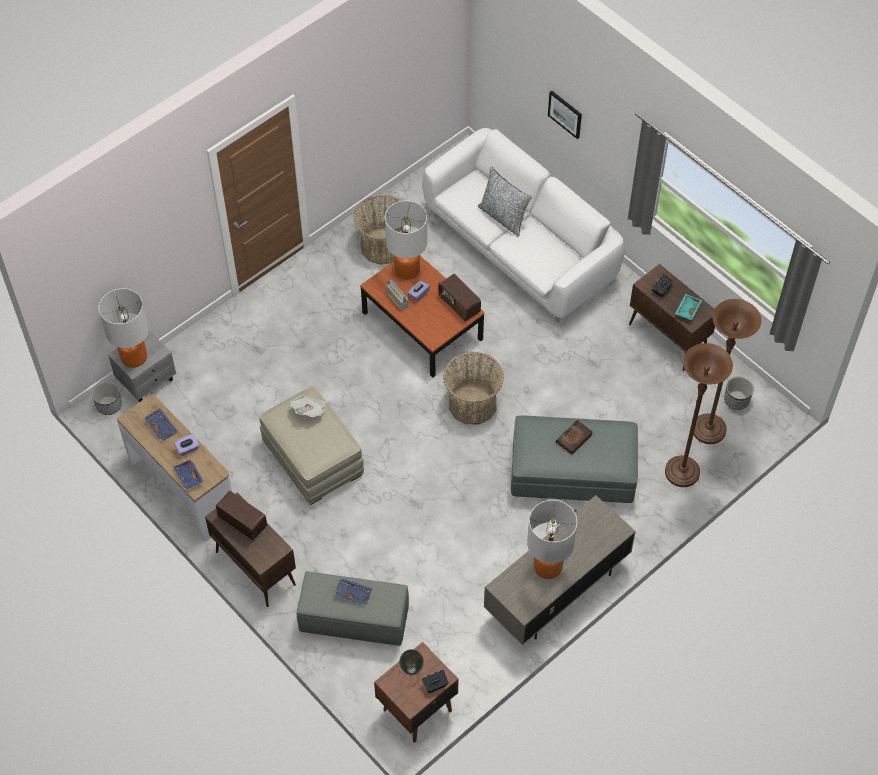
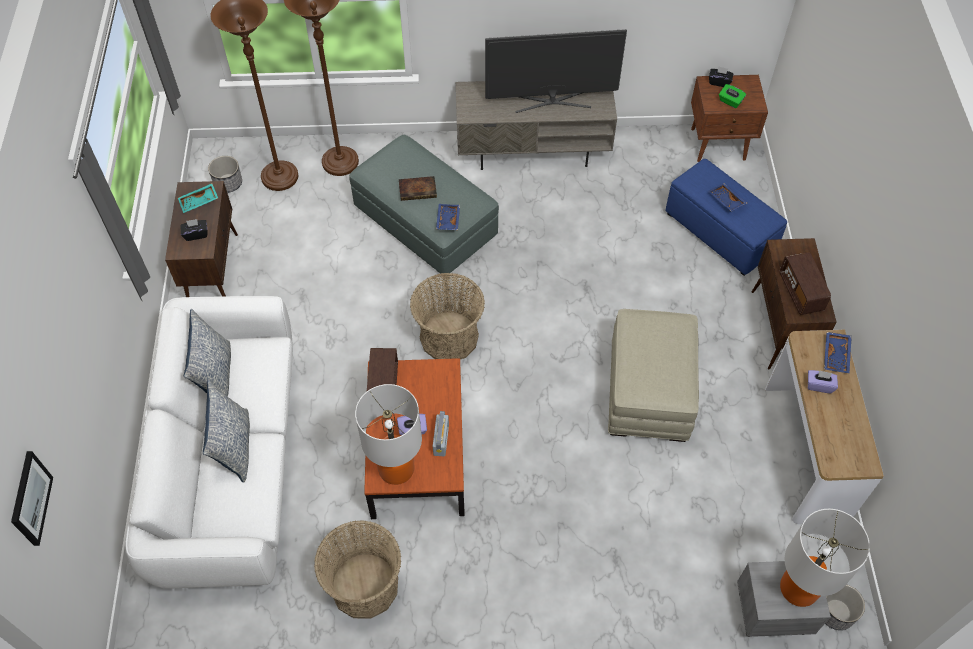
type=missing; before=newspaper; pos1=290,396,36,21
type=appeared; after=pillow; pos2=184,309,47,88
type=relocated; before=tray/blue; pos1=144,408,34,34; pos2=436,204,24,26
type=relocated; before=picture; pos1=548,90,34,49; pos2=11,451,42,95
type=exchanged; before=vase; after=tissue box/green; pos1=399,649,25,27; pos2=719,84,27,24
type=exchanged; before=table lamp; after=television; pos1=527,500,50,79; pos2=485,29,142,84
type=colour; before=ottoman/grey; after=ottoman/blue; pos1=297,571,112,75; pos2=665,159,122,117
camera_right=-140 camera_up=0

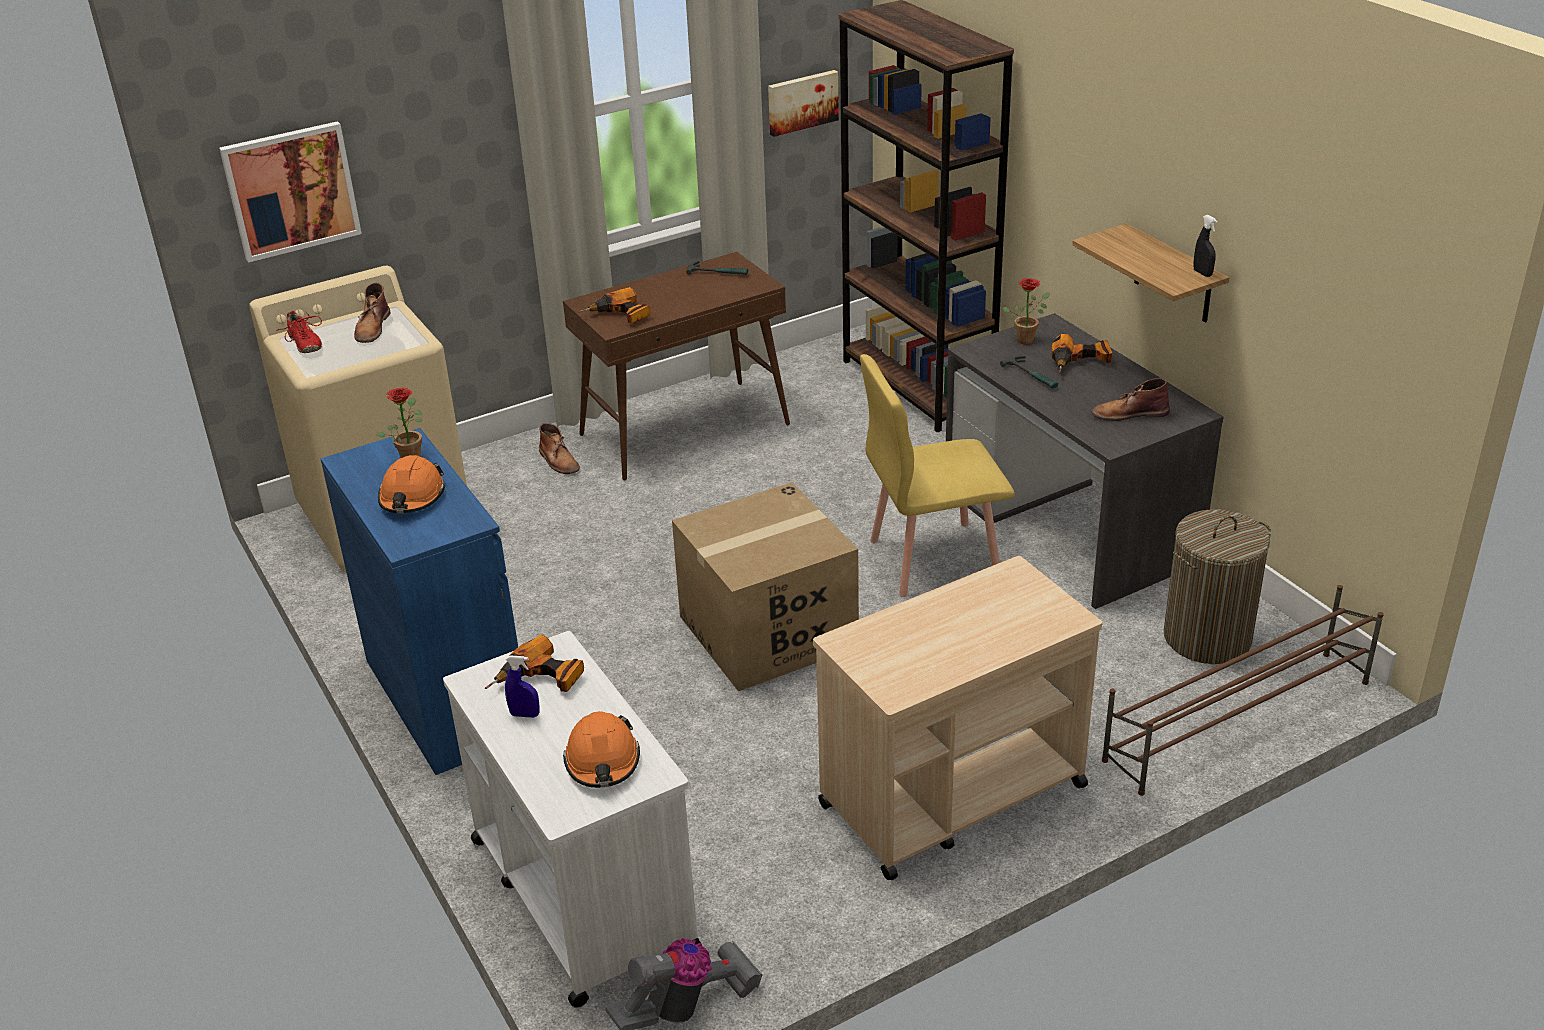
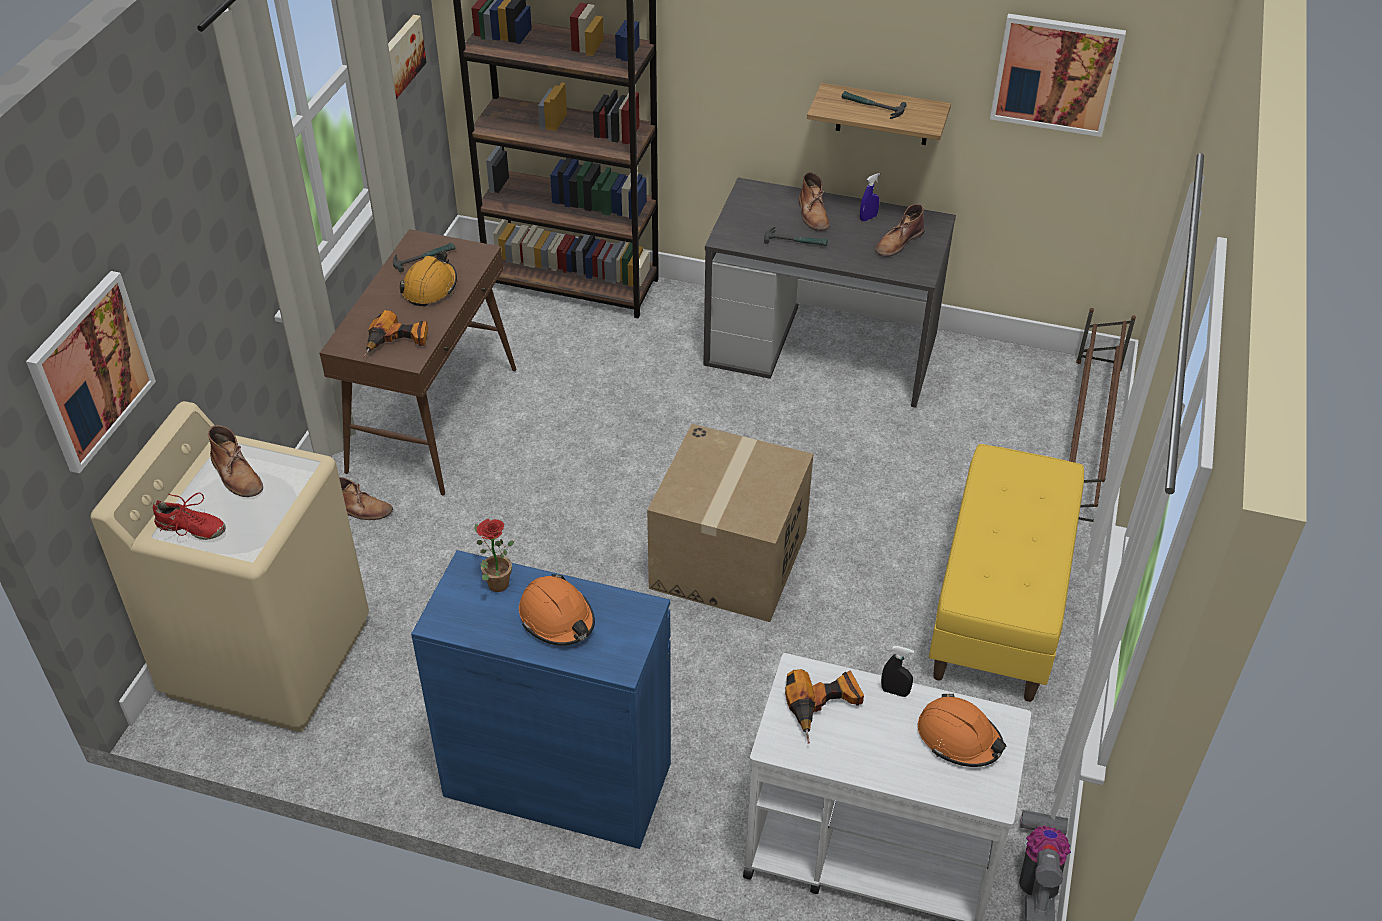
type=missing; before=chair/yellow; pos1=860,354,155,243
type=missing; before=potted plant; pos1=1002,278,48,67
type=missing; before=laundry basket; pos1=1164,509,107,155
type=appeared; after=hard hat/orange; pos2=399,251,58,55
type=appeared; after=hammer; pos2=842,91,65,28
type=appeared; after=picture; pos2=990,14,136,123
type=relocated; before=spray bottle/blue; pos1=505,655,35,63; pos2=860,173,20,48
type=relocated; before=spray bottle/black; pos1=1193,215,24,62; pos2=881,646,33,51
type=exchanged; before=cart/beige; after=bench/yellow; pos1=813,556,289,324; pos2=929,444,155,258
type=exchanged; before=power drill; after=boot/brown; pos1=1051,334,62,39; pos2=799,172,31,59
camera_right=-45 camera_up=10

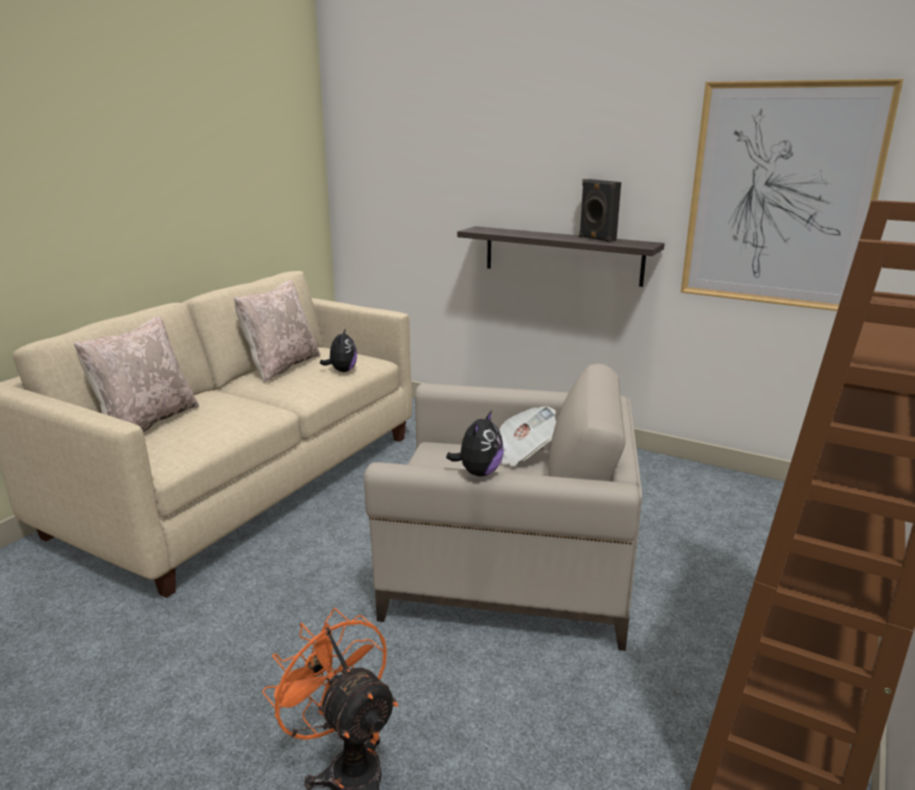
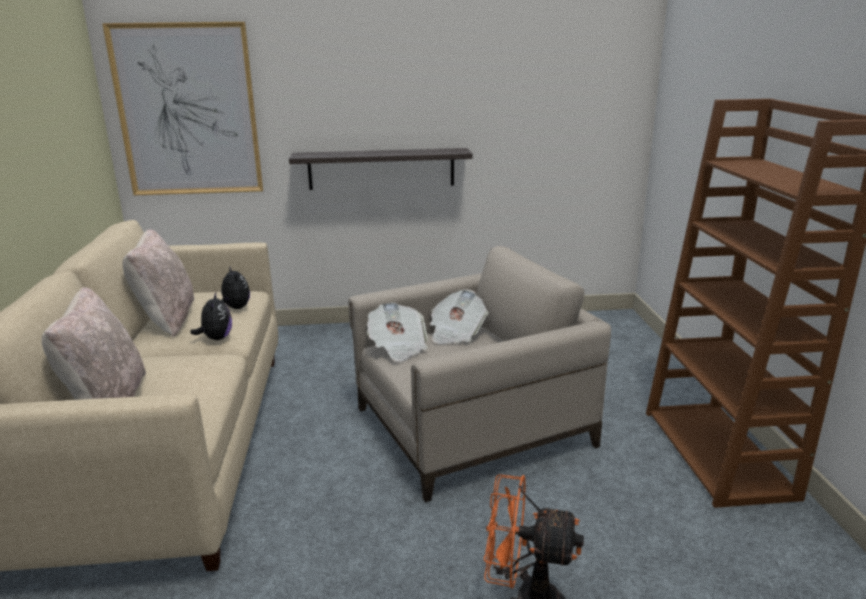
type=missing; before=speaker/black; pos1=579,179,42,63
type=appeared; after=newspaper; pos2=367,303,61,59
type=relocated; before=plush toy; pos1=446,410,58,67; pos2=190,293,42,47
type=relocated; before=picture; pos1=681,79,222,232; pos2=102,22,161,173
camera_right=-35 camera_up=0

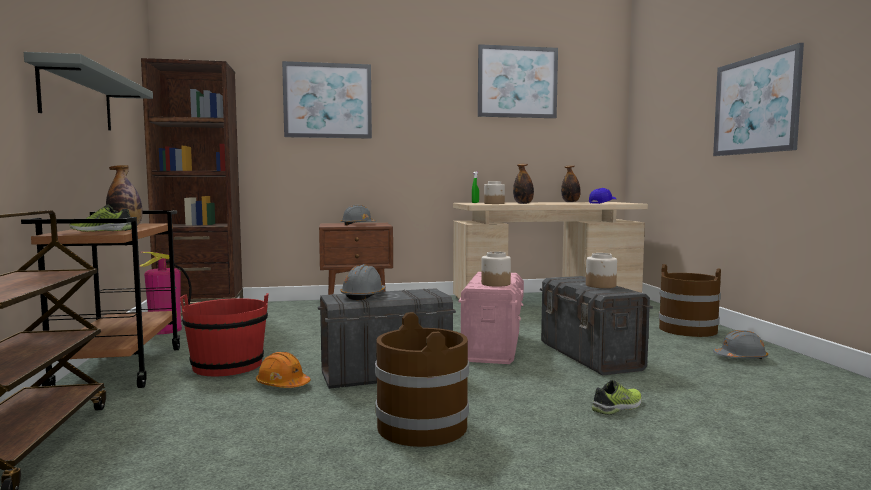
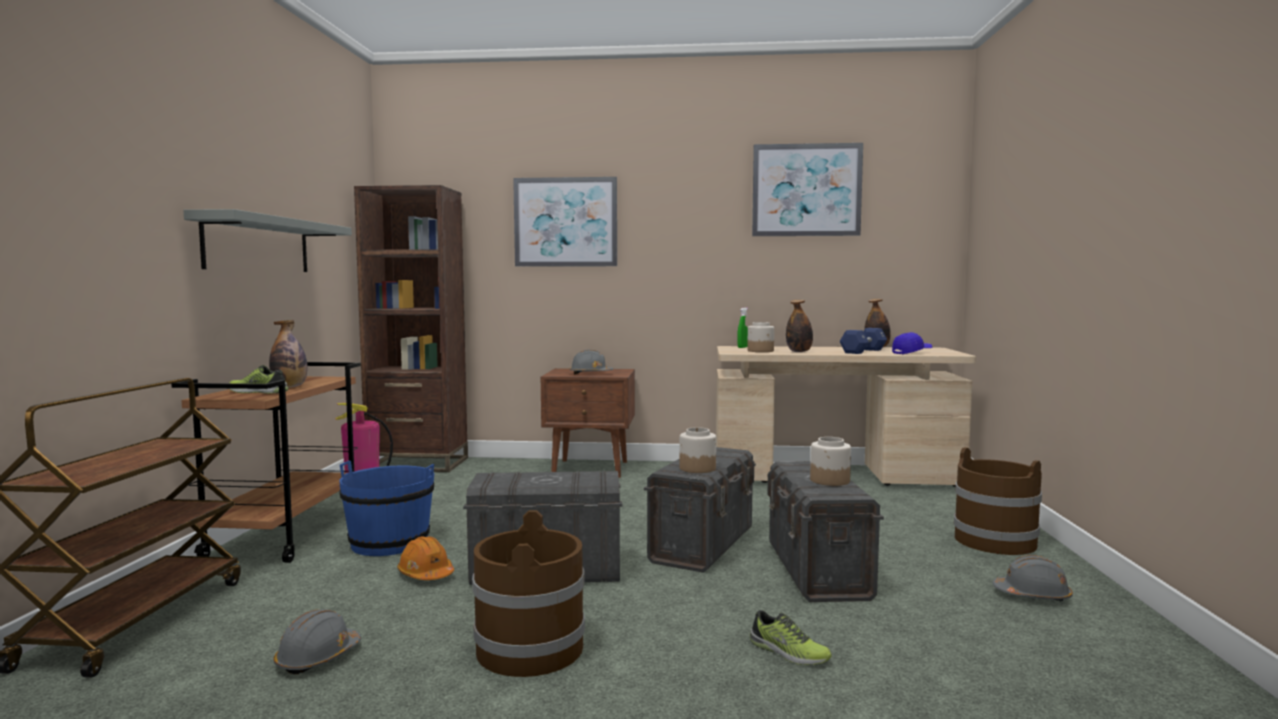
type=missing; before=picture; pos1=713,43,91,113
type=appeared; after=dumbbell/blue; pos2=839,328,48,26
type=relocated; before=hard hat/grey; pos1=340,264,46,36; pos2=273,610,88,64
type=colour; before=bucket/red; after=bucket/blue; pos1=180,293,89,83; pos2=339,461,95,95
type=colour; before=storage box/pink; after=storage box/grey; pos1=458,272,66,92; pos2=644,447,112,126
type=spun; before=shoe; pos1=592,380,50,35; pos2=750,610,81,55; turn=60
camera_right=15 camera_up=0

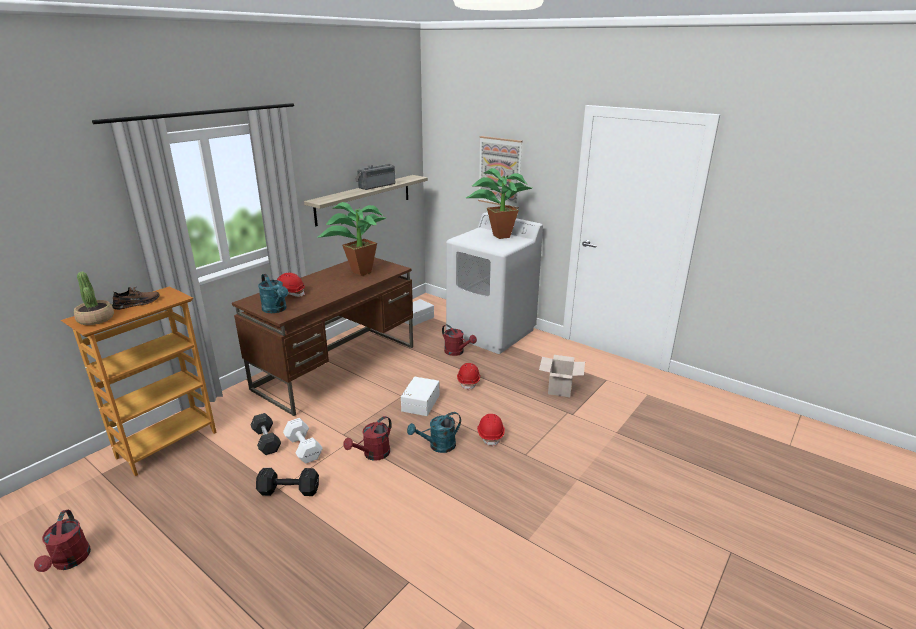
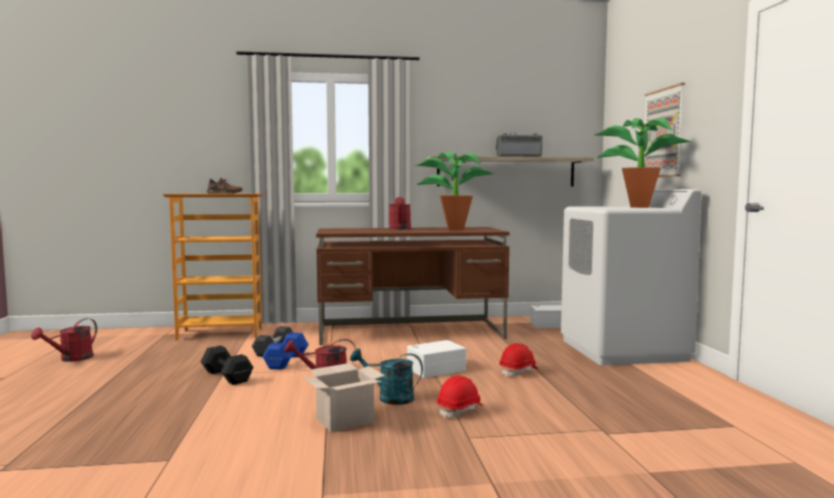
type=missing; before=potted plant; pos1=74,272,40,53
type=missing; before=watering can/turquoise; pos1=258,274,30,39
type=missing; before=hard hat/red; pos1=277,273,28,24
type=relocated; before=watering can/red; pos1=442,324,35,32; pos2=389,197,22,33
type=relocated; before=cardboard box; pos1=539,355,46,42; pos2=304,363,81,69
type=colour; before=dumbbell/white; after=dumbbell/blue; pos1=283,418,40,46; pos2=262,332,47,38
camera_right=45 camera_up=-20

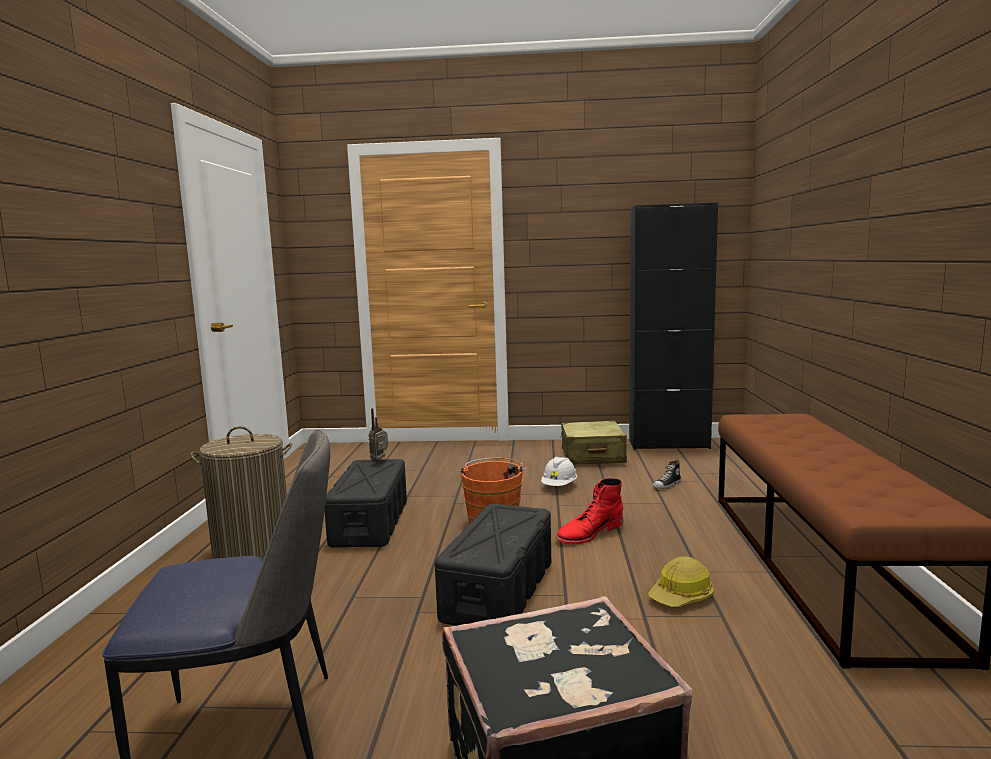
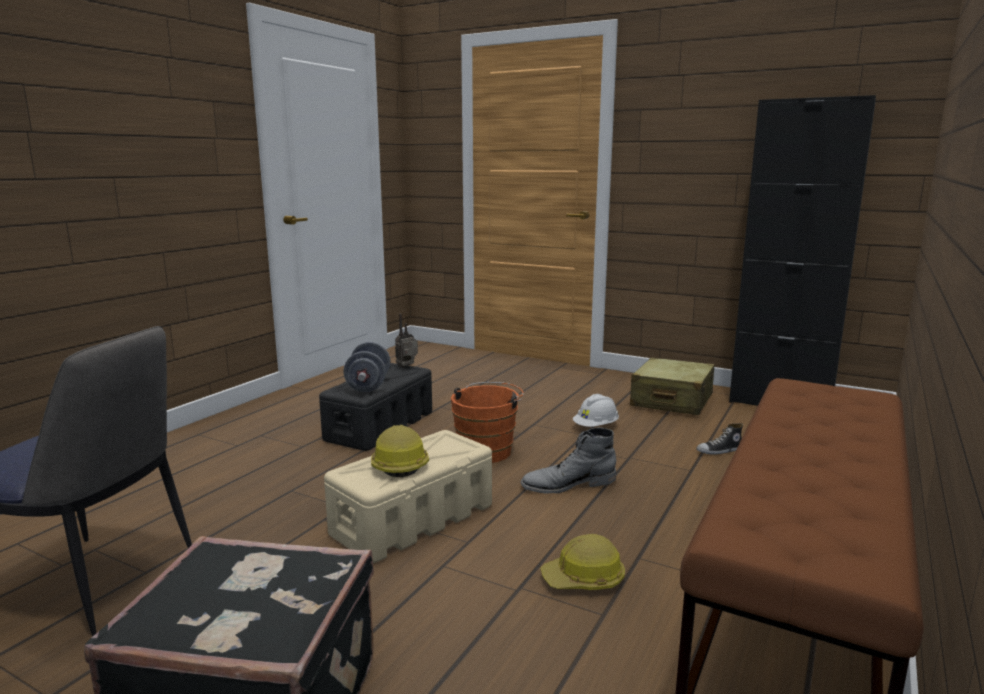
type=missing; before=laundry basket; pos1=190,426,103,133
type=appeared; after=dumbbell/grey; pos2=344,342,46,50
type=appeared; after=hard hat; pos2=371,425,58,53
type=colour; before=storage box/black; after=storage box/beige; pos1=435,504,116,122; pos2=324,430,168,133
type=colour; before=boot/red; after=boot/grey; pos1=555,478,68,66; pos2=521,427,95,67
camera_right=25 camera_up=5

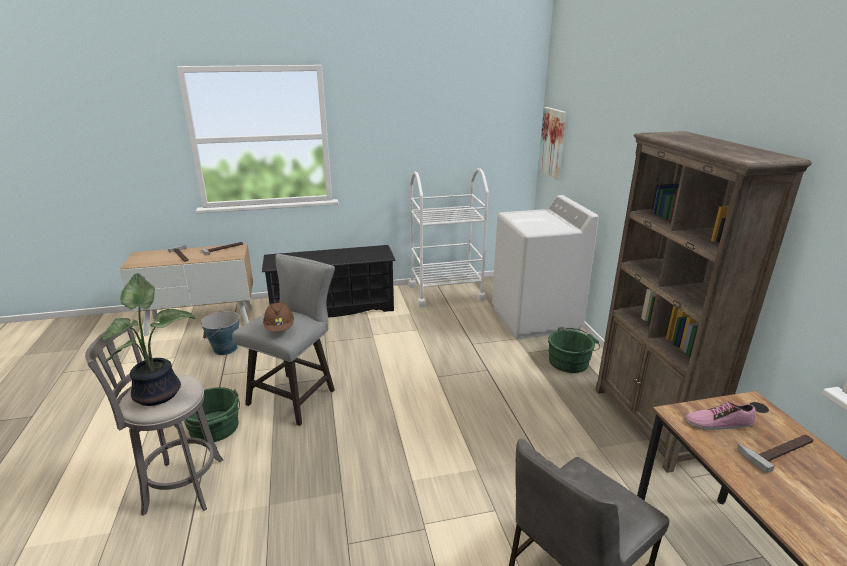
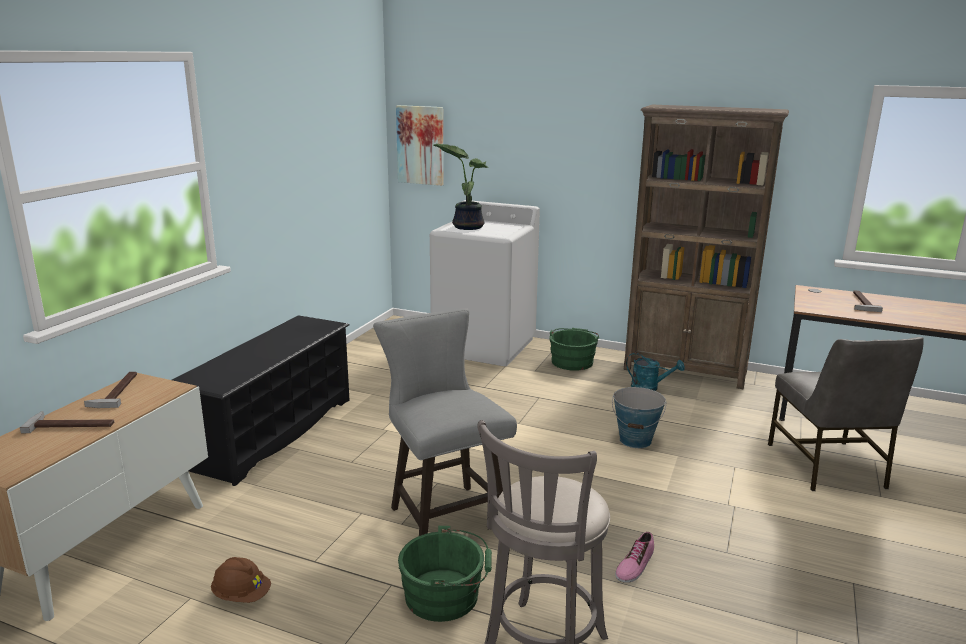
type=missing; before=cart/white; pos1=409,168,80,139
type=appeared; after=watering can/turquoise; pos2=626,353,59,38
type=relocated; before=potted plant; pos1=103,273,92,133; pos2=434,144,55,86
type=relocated; before=bucket; pos1=201,310,38,45; pos2=612,387,54,61
type=relocated; before=hard hat/brown; pos1=263,302,31,30; pos2=211,557,60,46
type=relocated; before=shoe; pos1=686,402,70,28; pos2=615,532,39,51
camera_right=-55 camera_up=-5

